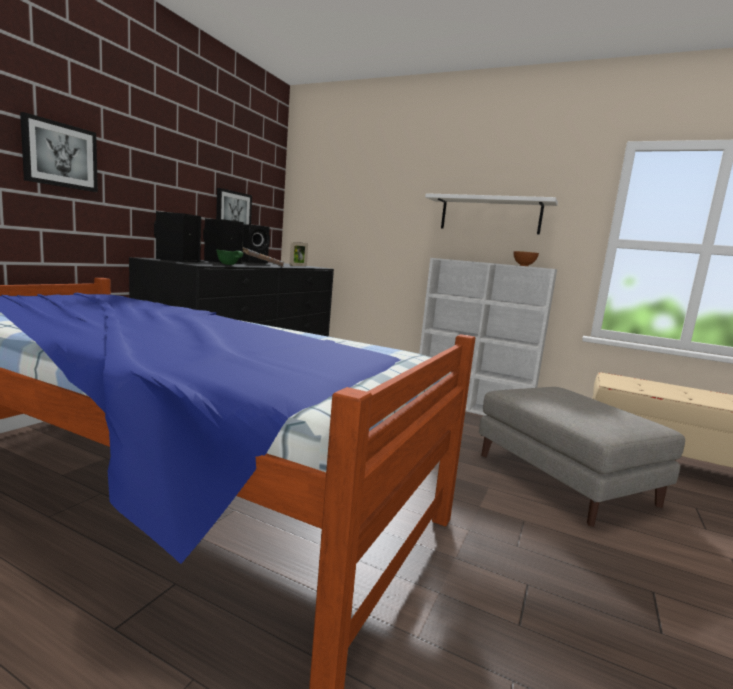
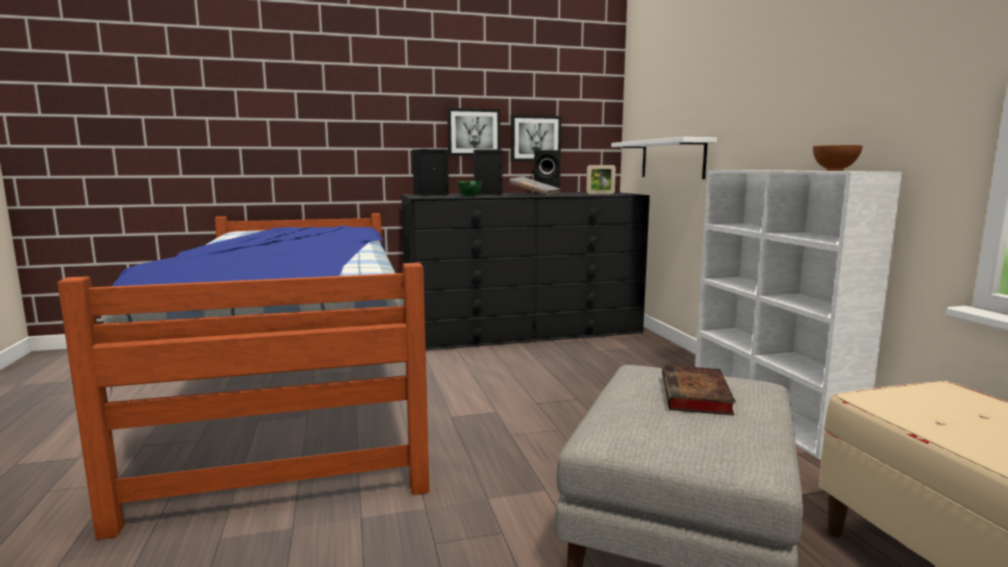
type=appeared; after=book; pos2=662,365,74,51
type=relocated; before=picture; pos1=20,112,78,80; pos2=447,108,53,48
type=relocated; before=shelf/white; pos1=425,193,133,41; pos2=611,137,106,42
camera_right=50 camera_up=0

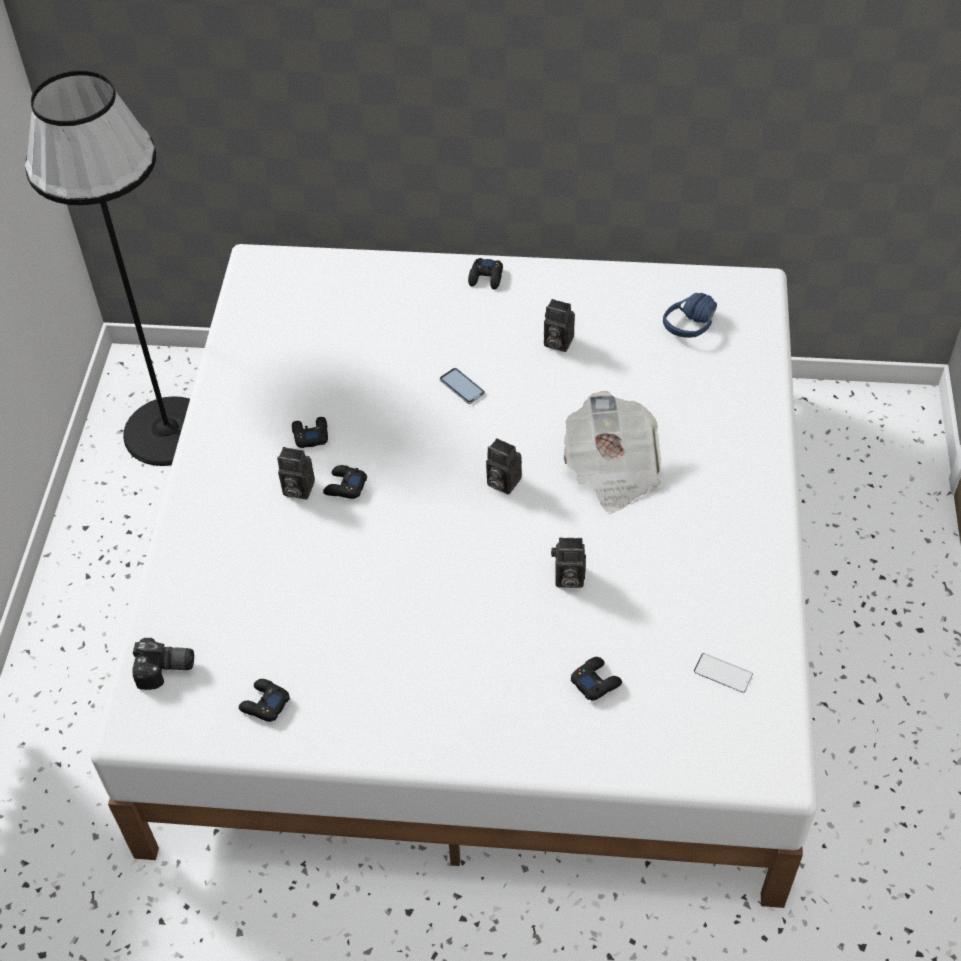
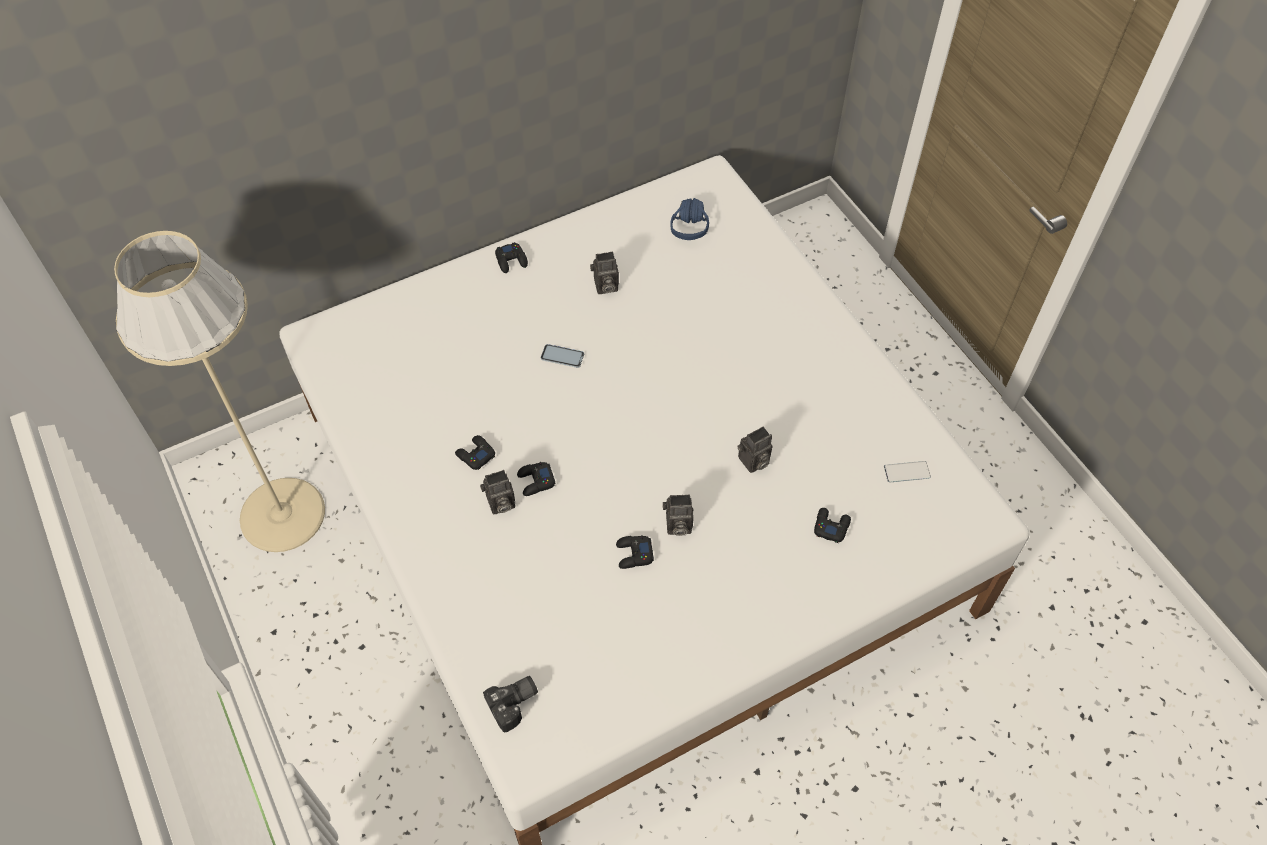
type=missing; before=newspaper; pos1=563,391,98,122
type=relocated; before=game controller/black; pos1=239,679,51,43; pos2=616,535,38,34
type=relocated; before=photo camera; pos1=486,438,36,56; pos2=663,494,31,42
type=colour; before=floor lamp/black; after=floor lamp/beige; pos1=25,70,165,396; pos2=114,231,211,321
camera_right=-35 camera_up=5

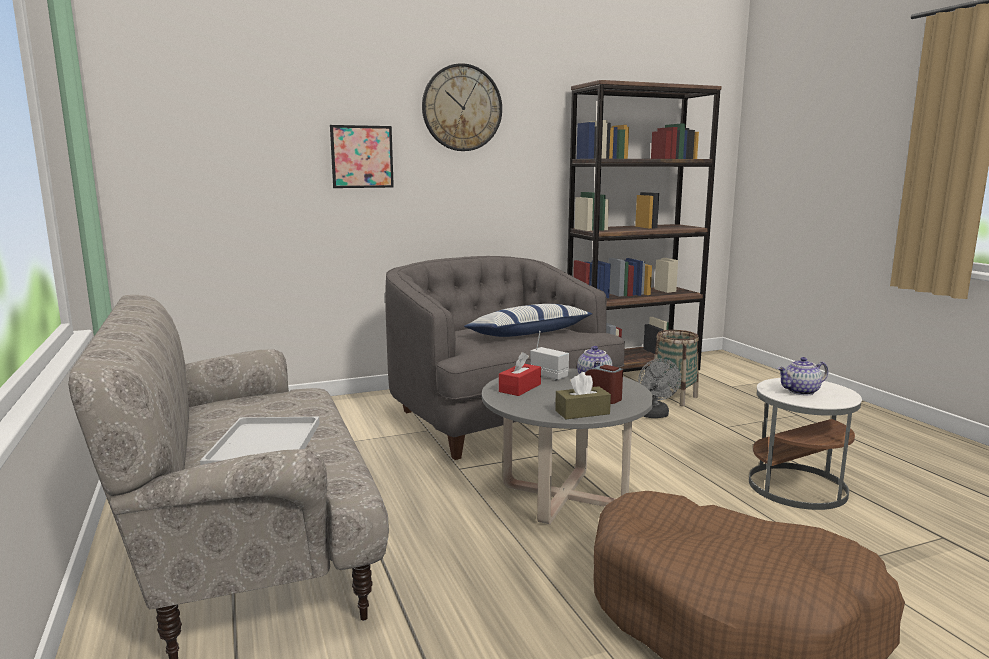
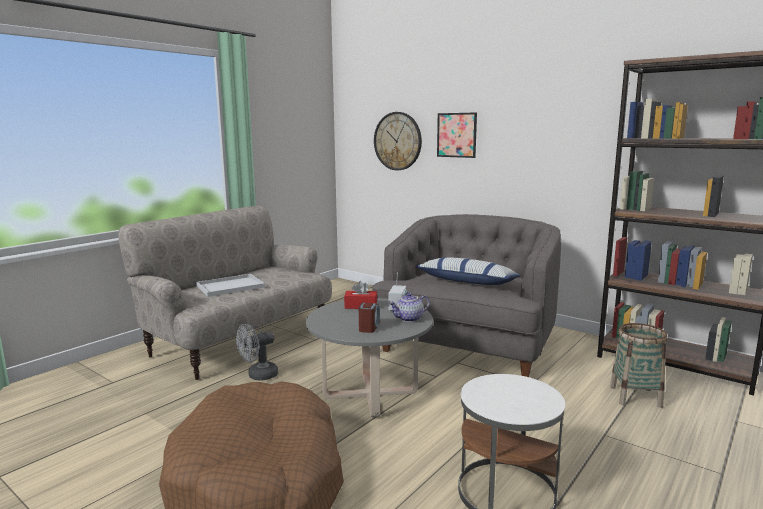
type=missing; before=tissue box/brown; pos1=555,372,56,47
type=missing; before=teapot; pos1=777,357,51,38
type=relocated; before=wall clock; pos1=422,63,80,88; pos2=374,112,48,58
type=relocated; before=fan/grey; pos1=638,359,43,59; pos2=236,324,42,57
camera_right=60 camera_up=0

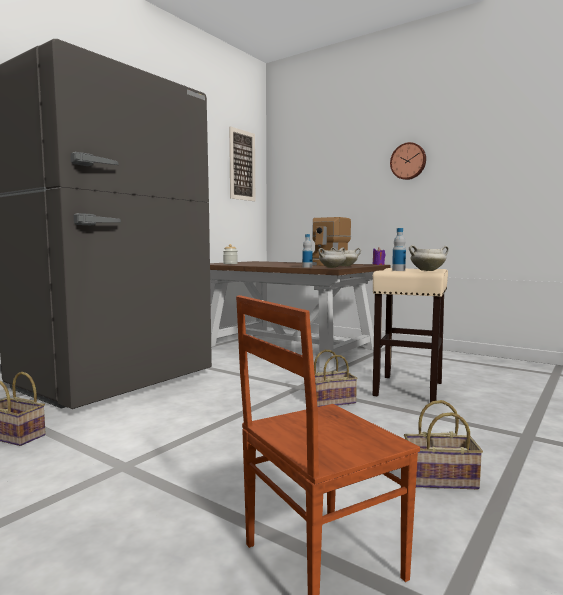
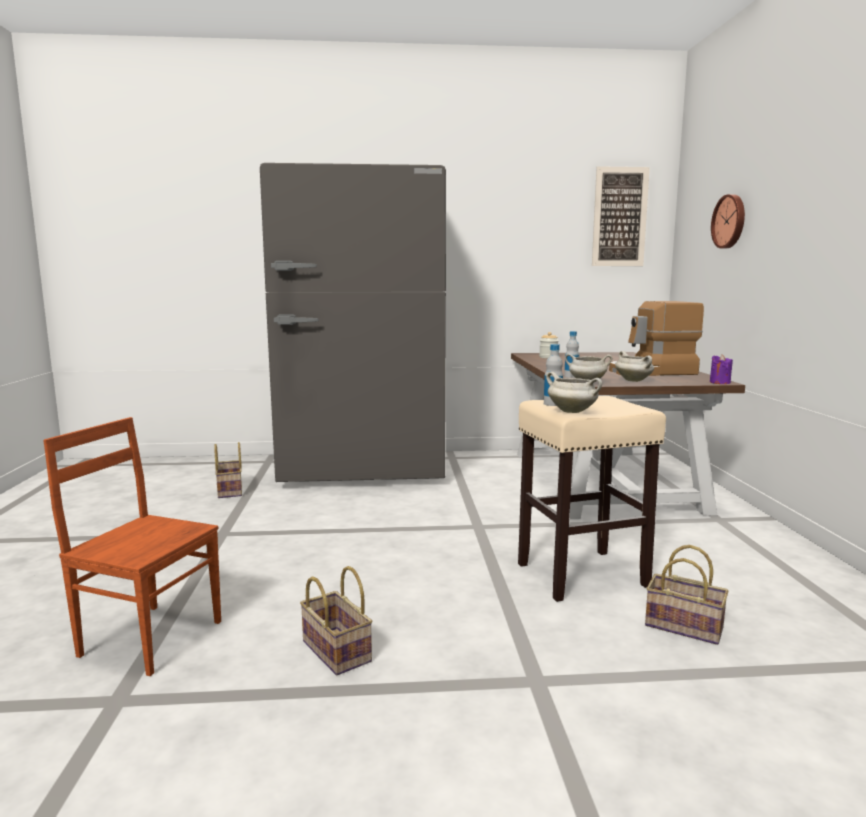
type=relocated; before=basket; pos1=314,350,43,57; pos2=645,545,83,100
type=relocated; before=wall clock; pos1=390,142,36,38; pos2=711,194,34,54
camera_right=50 camera_up=5

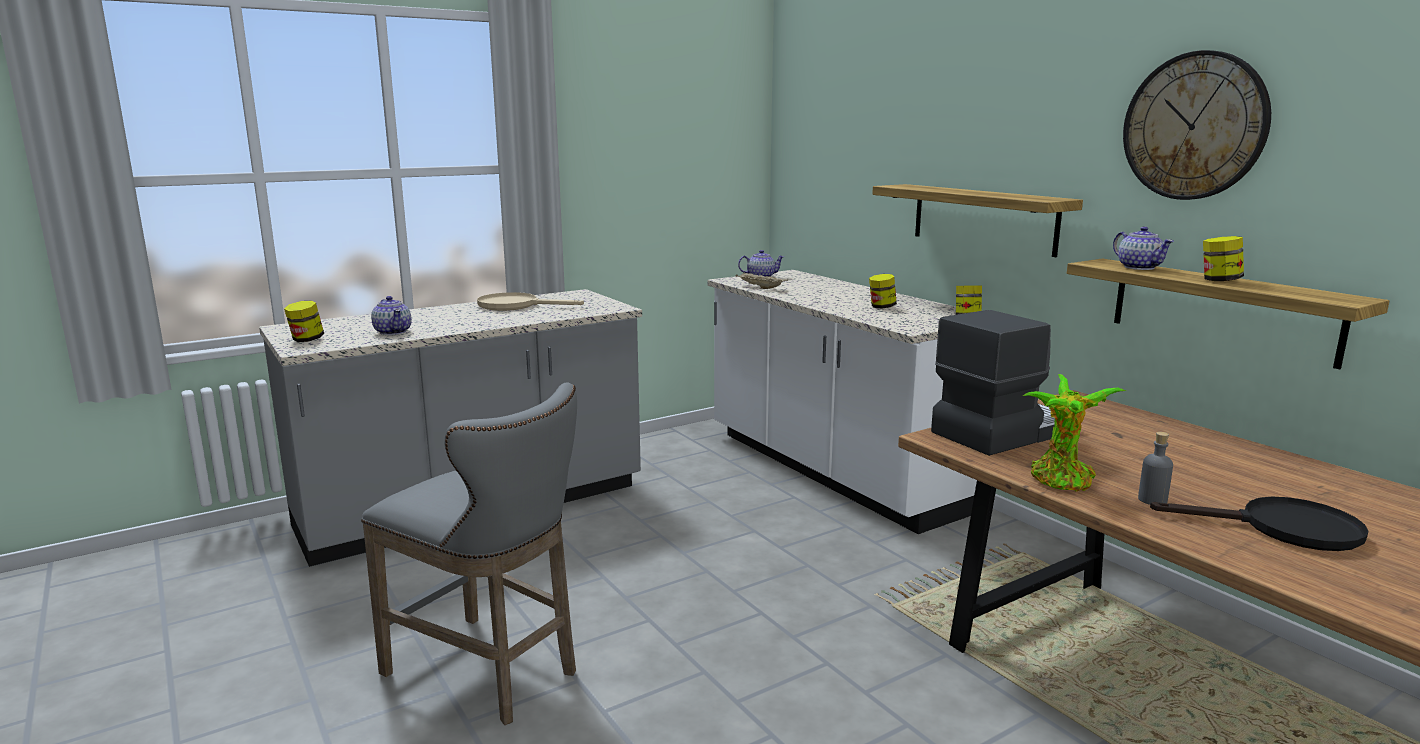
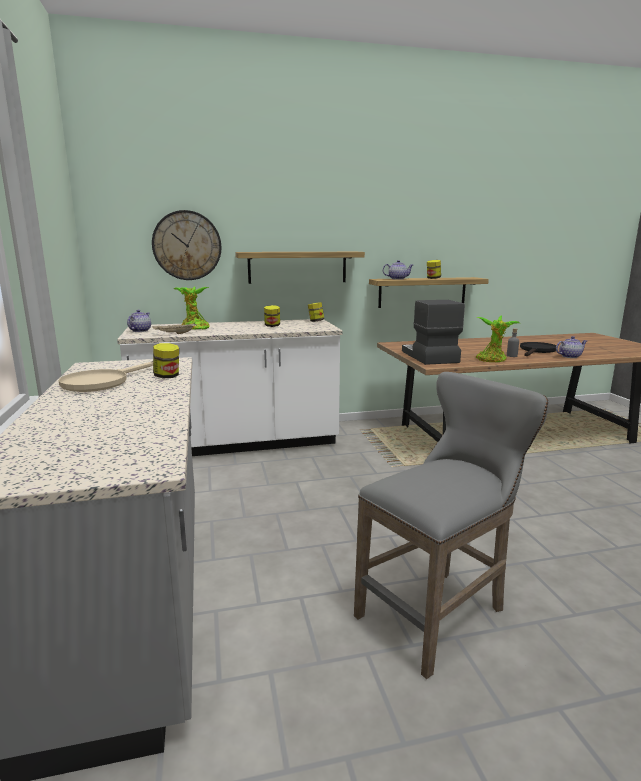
type=appeared; after=potted plant; pos2=174,286,36,44
type=relocated; before=jar; pos1=284,300,40,42; pos2=153,343,26,35
type=relocated; before=teapot; pos1=371,296,41,39; pos2=556,336,31,22
type=relocated; before=wall clock; pos1=1123,50,148,150; pos2=152,210,69,70
camera_right=-70 camera_up=0

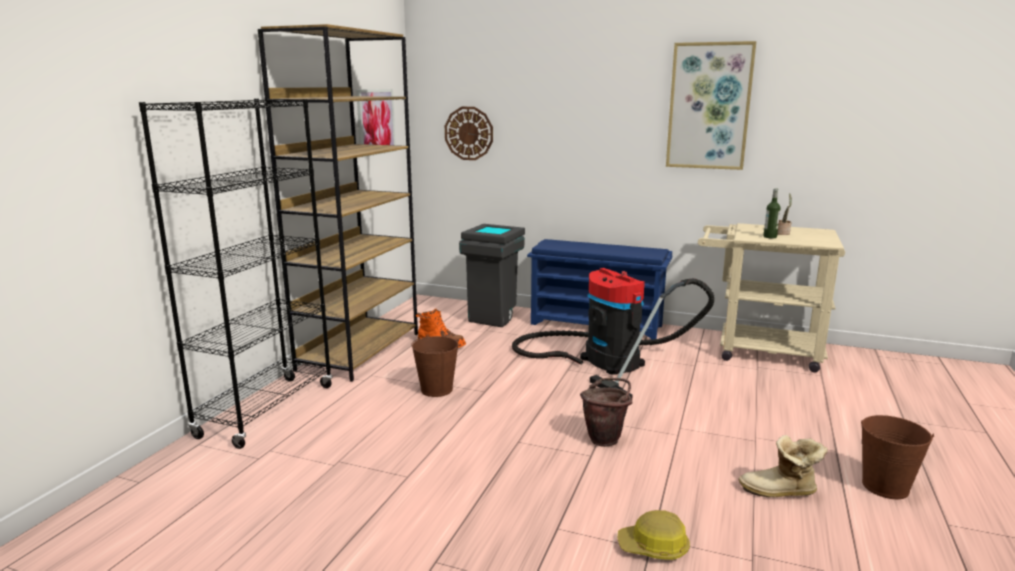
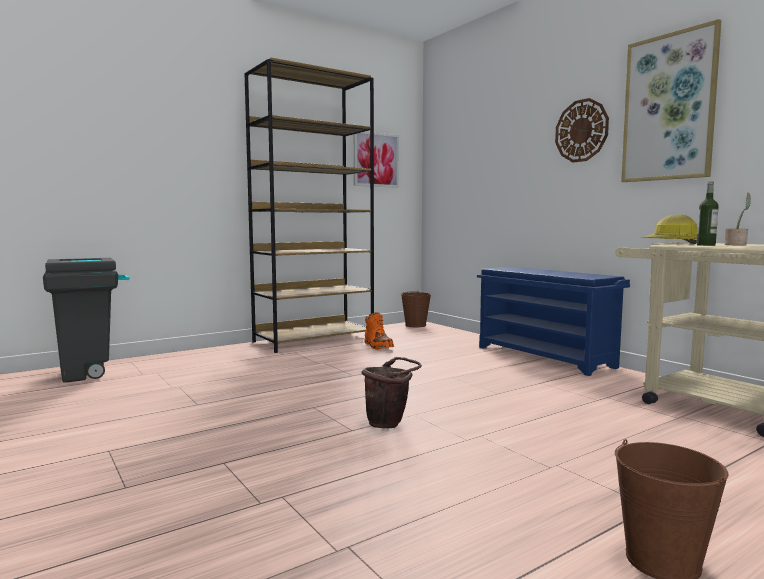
type=missing; before=bookcase/black; pos1=139,99,194,350
type=missing; before=vacuum cleaner; pos1=512,268,202,131
type=missing; before=boot; pos1=738,435,90,62
type=relocated; before=bucket/brown; pos1=411,335,48,62; pos2=401,291,30,36
type=relocated; before=wall clock; pos1=445,107,48,53; pos2=555,98,54,64
type=relocated; before=trash can/grey; pos1=459,224,66,103; pos2=43,258,86,125
type=relocated; before=hard hat; pos1=618,510,72,50; pos2=641,214,56,30
camera_right=35 camera_up=-10

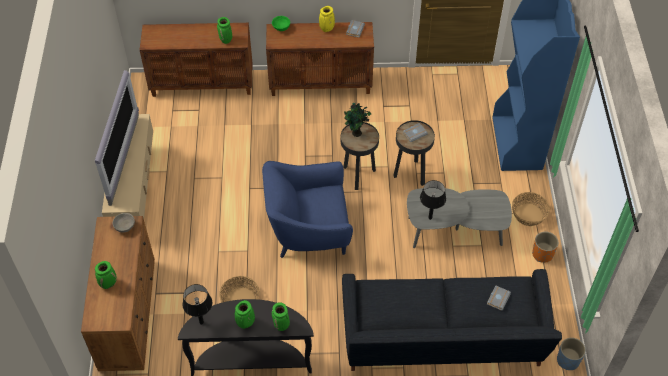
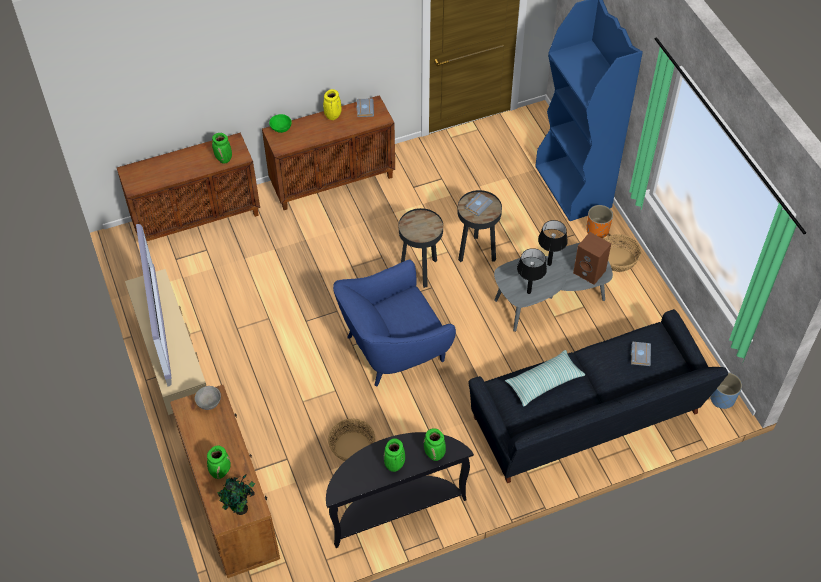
type=appeared; after=pillow; pos2=505,350,80,56
type=appeared; after=speaker/brown; pos2=573,232,38,53
type=relocated; before=table lamp/black; pos1=183,284,29,41; pos2=538,220,30,46
type=relocated; before=potted plant; pos1=344,103,27,34; pos2=217,474,38,41
type=relocated; before=planter/orange; pos1=532,232,26,31; pos2=586,205,27,33
camera_right=-20 camera_up=0

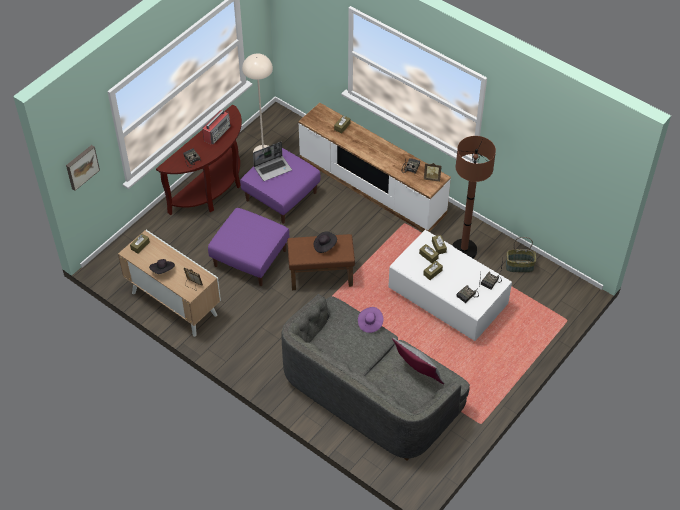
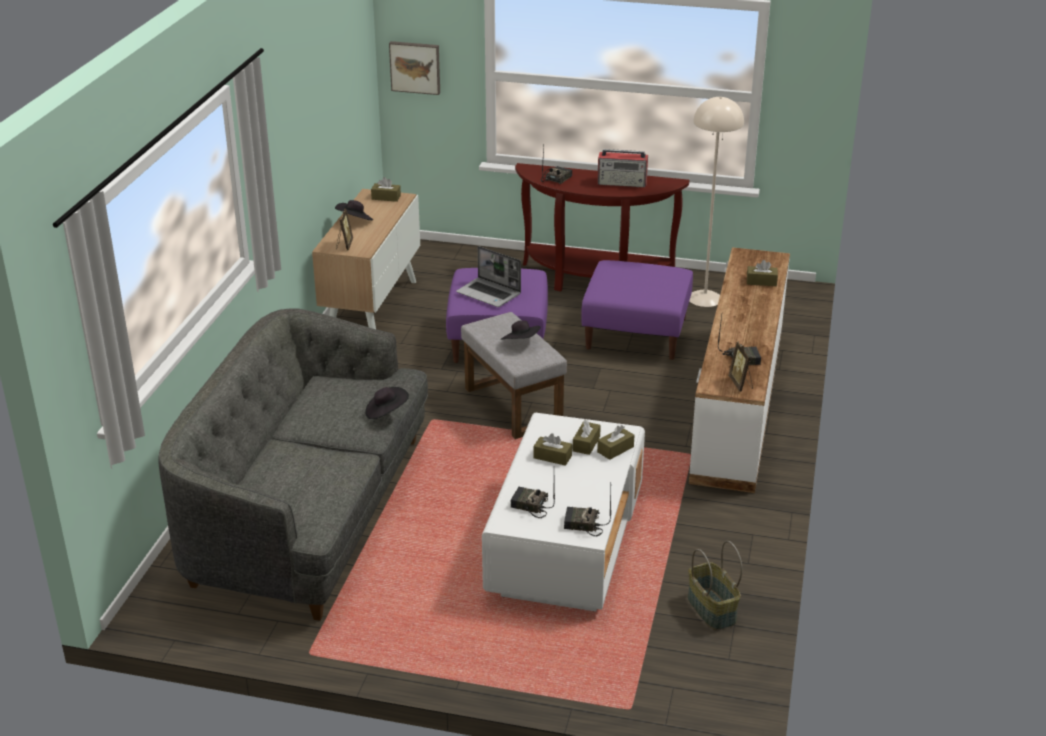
type=missing; before=pillow/grey; pos1=392,338,53,46
type=missing; before=floor lamp/brown; pos1=452,136,44,122
type=relocated; before=laptop; pos1=253,142,39,39; pos2=456,246,65,61
type=colour; before=ottoman/brown; after=ottoman/grey; pos1=287,234,68,57; pos2=461,312,106,127
type=colour; before=hat/purple; after=hat/black; pos1=358,307,25,26; pos2=365,387,44,32
camera_right=65 camera_up=-20

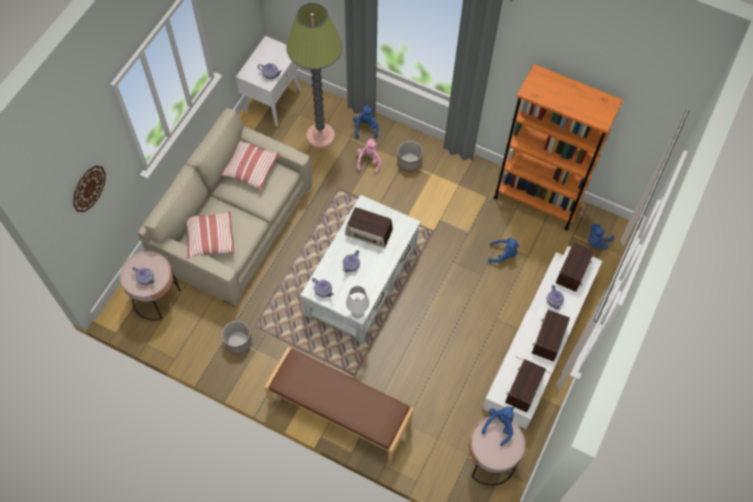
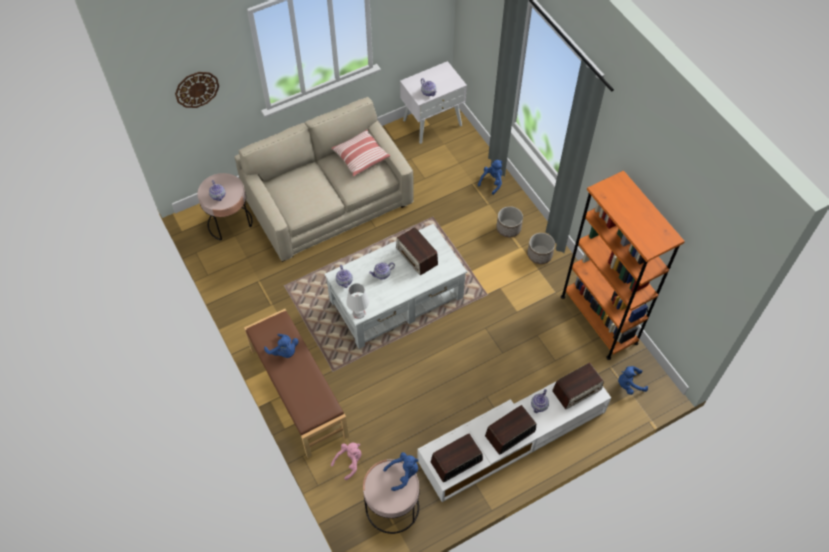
type=missing; before=pillow; pos1=186,211,49,48
type=missing; before=floor lamp; pos1=286,3,56,145
type=relocated; before=planter; pos1=222,321,30,33; pos2=527,233,28,31
type=relocated; before=plush toy/pink; pos1=357,138,24,36; pos2=331,443,30,37
type=relocated; before=plush toy/blue; pos1=488,238,31,24; pos2=264,334,34,24
camera_right=35 camera_up=-5

